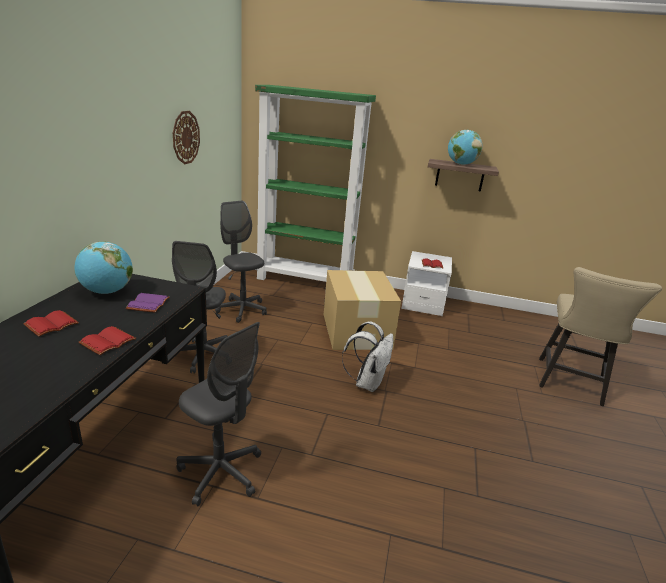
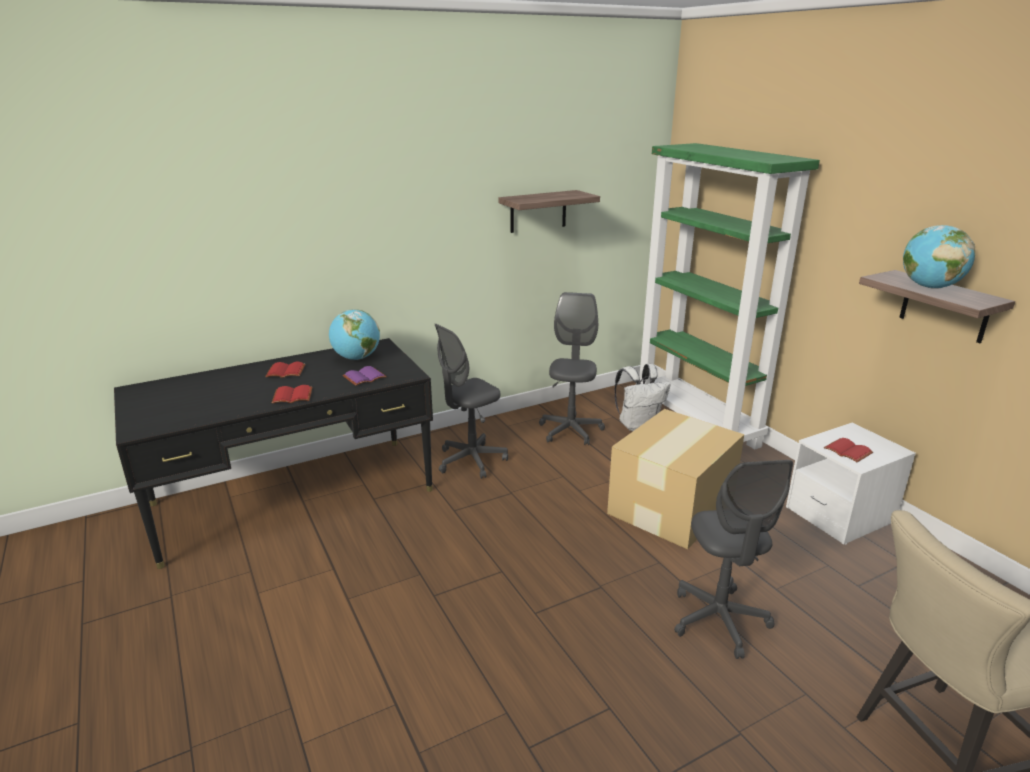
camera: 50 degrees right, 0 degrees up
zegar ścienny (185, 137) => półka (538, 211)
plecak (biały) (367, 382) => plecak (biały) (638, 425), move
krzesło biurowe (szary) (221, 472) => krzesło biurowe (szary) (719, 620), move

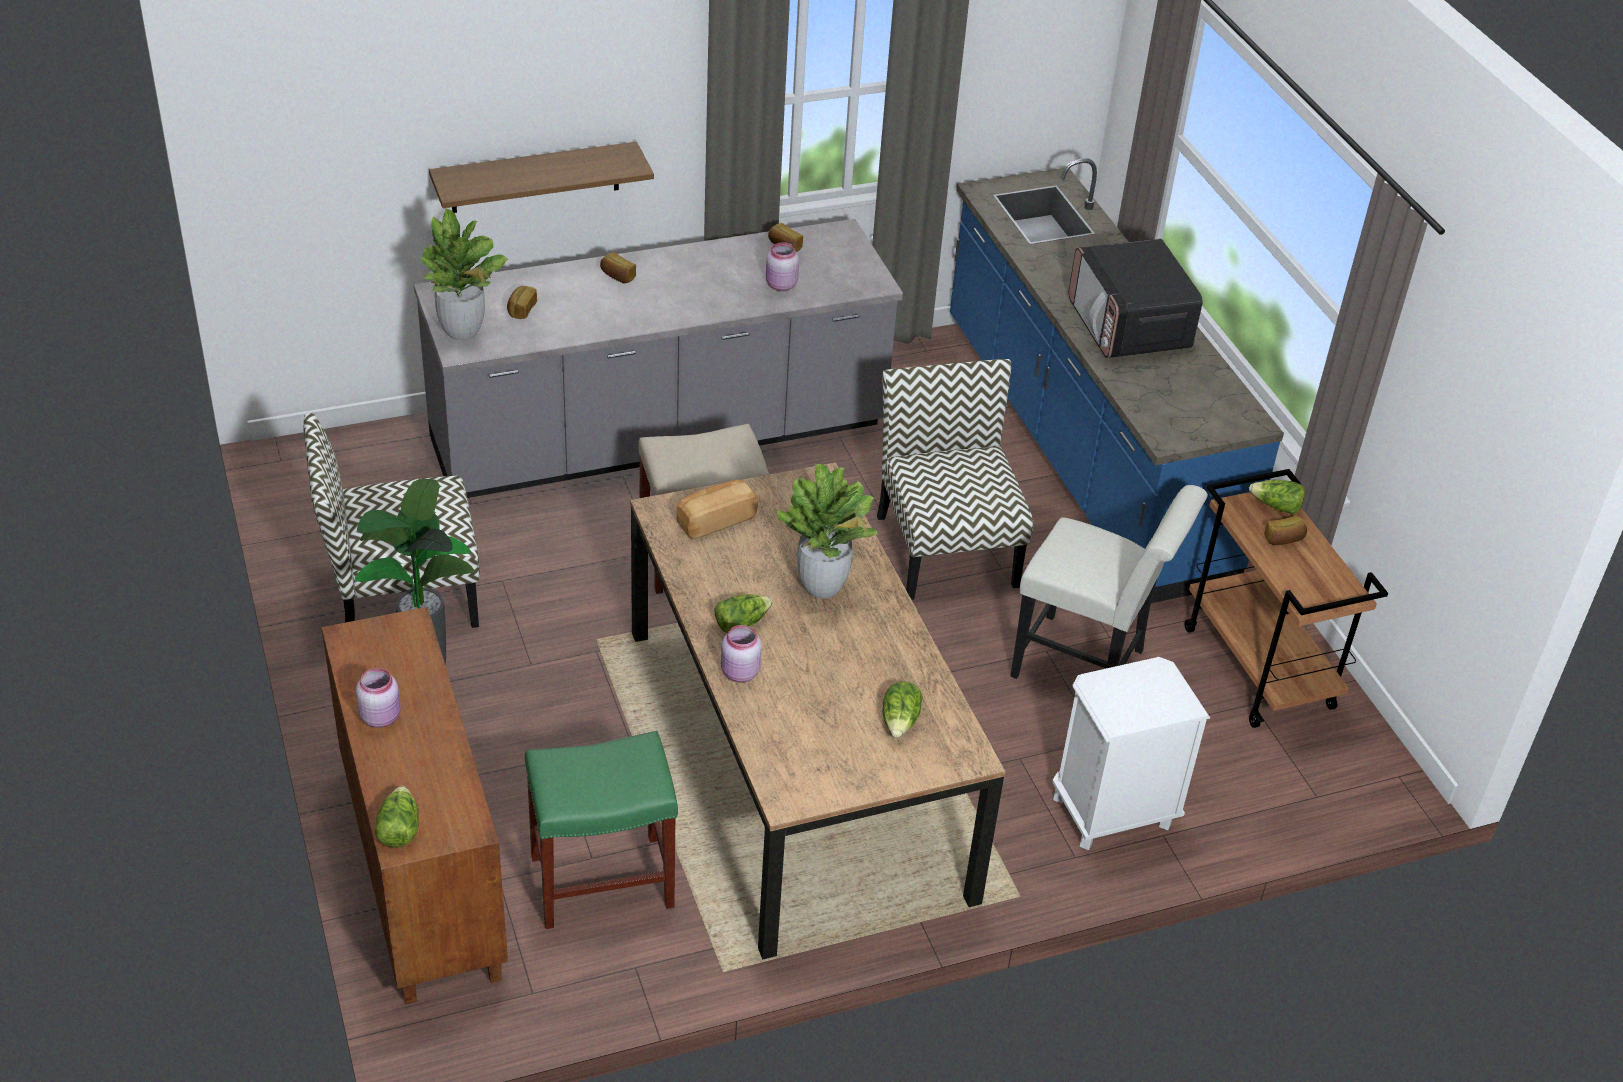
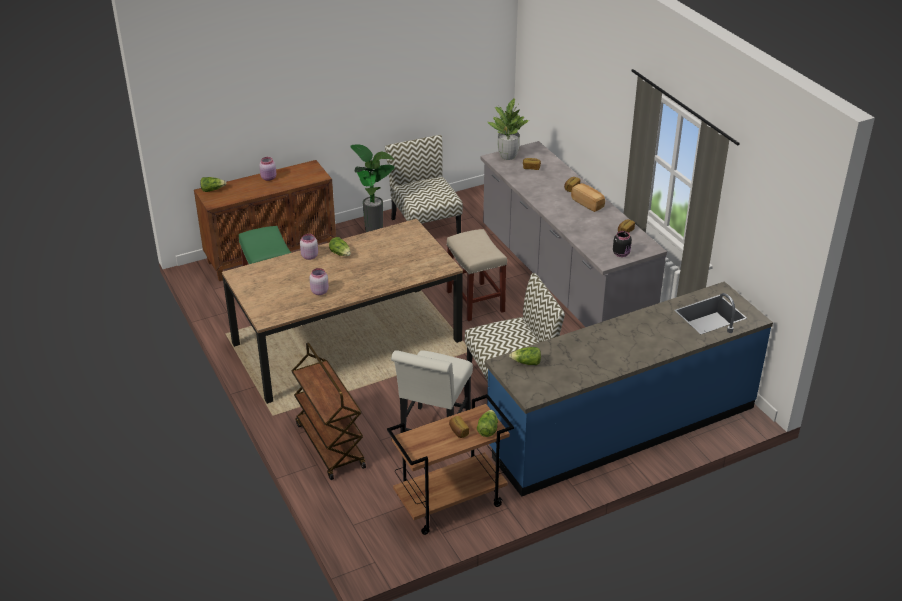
camera: 85 degrees right, 5 degrees down
półka (535, 177) => nothing
mikrofalówka (1128, 327) => nothing
słoik (różowy) (780, 285) => słoik (różowy) (319, 291), move
roślina doniczkowa (822, 587) => nothing
chleb (715, 520) => chleb (588, 203), move
szafka nocna (biały) (1112, 813) => wózek (brązowy) (329, 445)
sałata (900, 722) => sałata (526, 363), move
nothing => słoik (czarny) (621, 254)

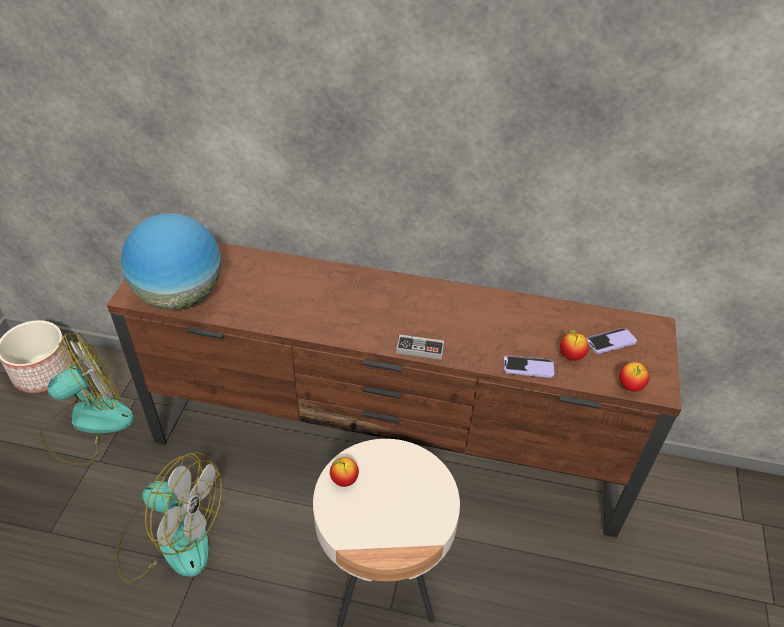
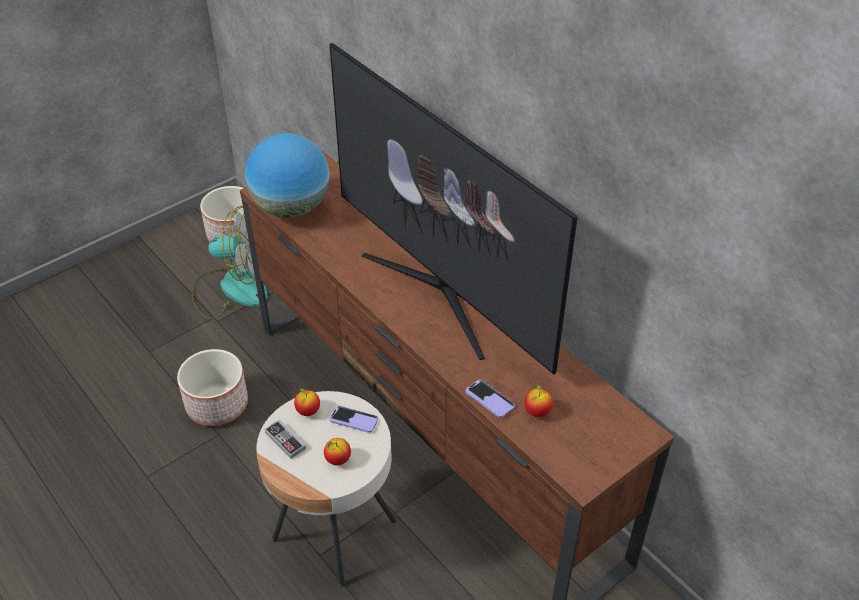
camera: 40 degrees right, 0 degrees up
telefon (610, 342) => telefon (354, 420), move
pad do gier (420, 349) => pad do gier (285, 440), move
jabłko (630, 386) => jabłko (338, 460), move
wentylator (170, 538) => donica (218, 403)
nothing => telewizor (442, 290)

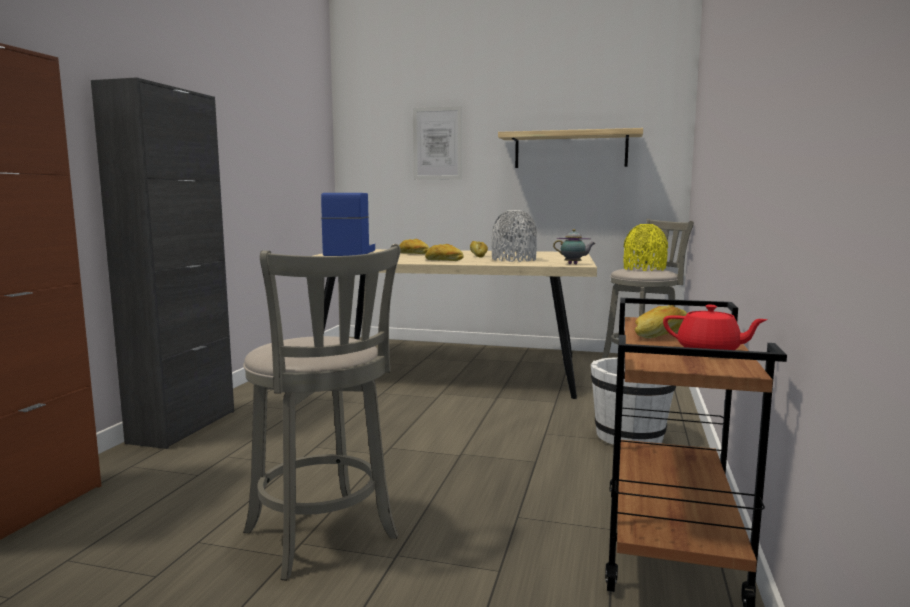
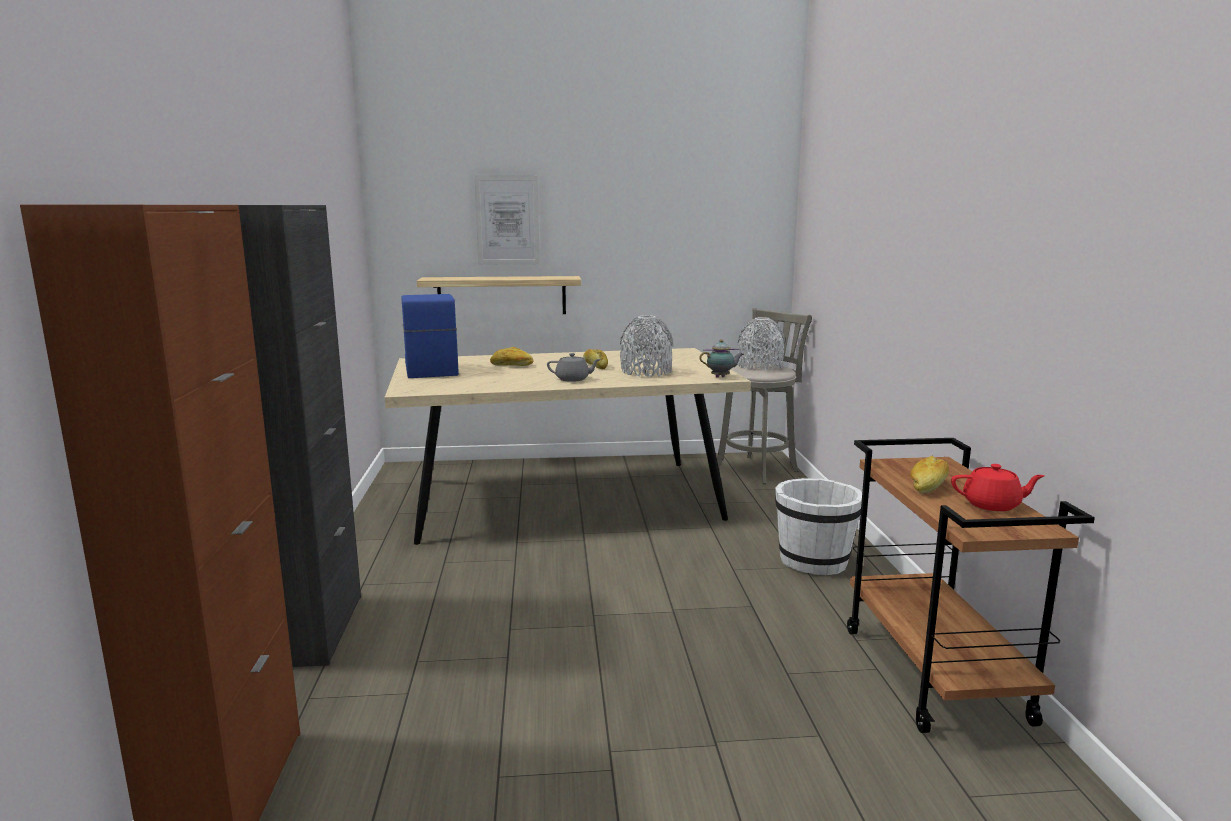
camera: 20 degrees left, 5 degrees up
półka (570, 150) => półka (502, 295), move
wazon (żółty) (644, 269) => wazon (szary) (760, 366)
stołek (szary) (324, 538) => nothing
chleb (444, 260) => imbryk (szary) (573, 379)

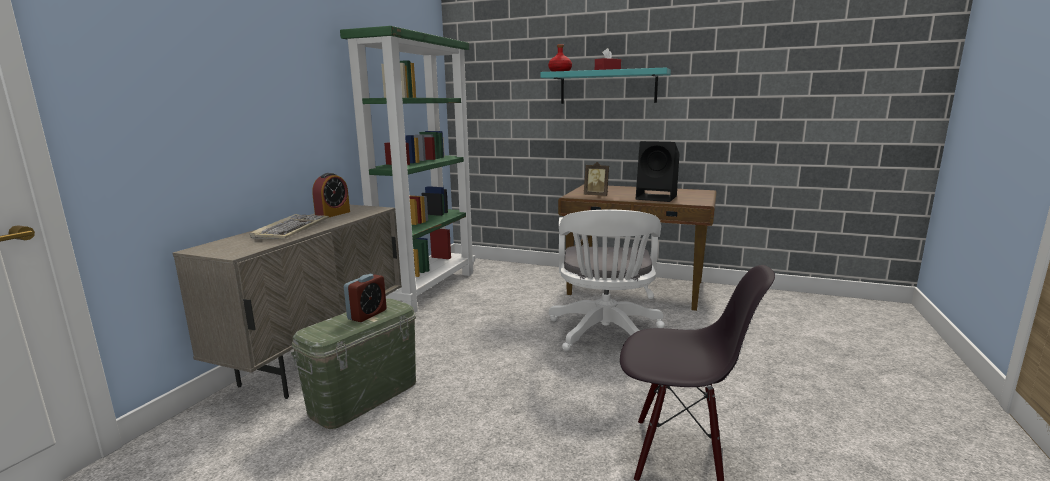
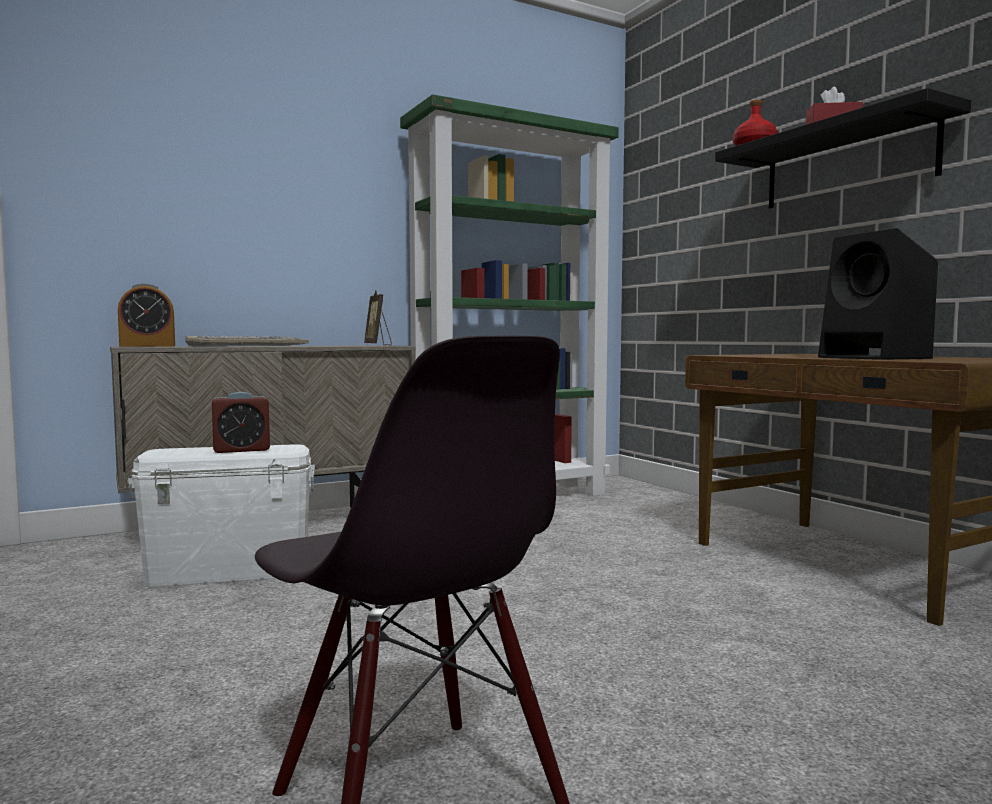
camera: 40 degrees right, 10 degrees down
półka (turkusowy) (608, 87) => półka (czarny) (847, 163)
ramka na zdjęcie (596, 195) => ramka na zdjęcie (378, 345), move
budzik (333, 214) => budzik (147, 346), move
krzesło biurowe (biały) (605, 335) => nothing
pojemnik do przechowywania (zielony) (364, 397) => pojemnik do przechowywania (biały) (230, 570)

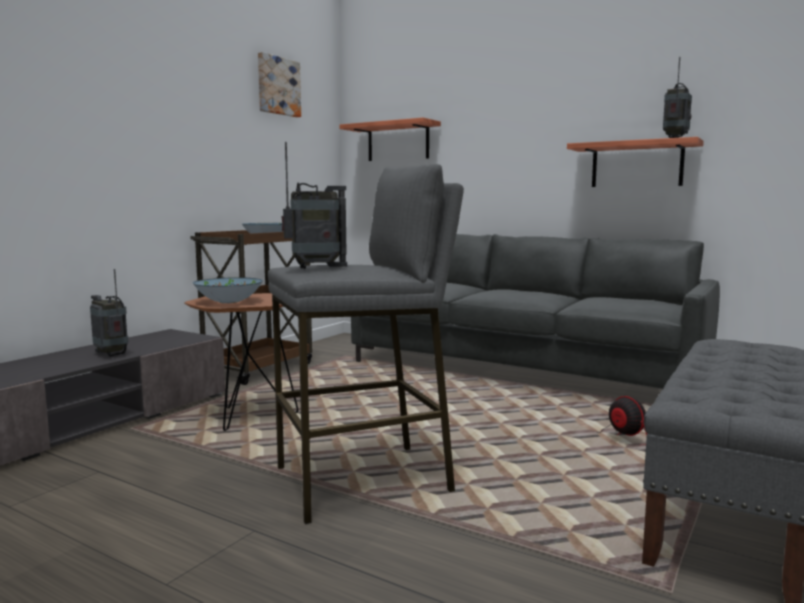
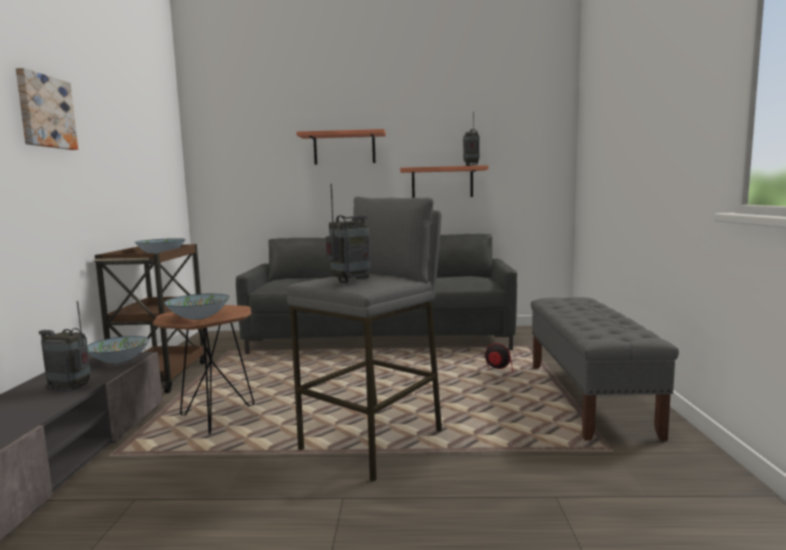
camera: 30 degrees left, 0 degrees up
obraz (277, 86) => obraz (44, 112), move
półka (398, 142) => półka (344, 148), move
nothing => miska (119, 360)

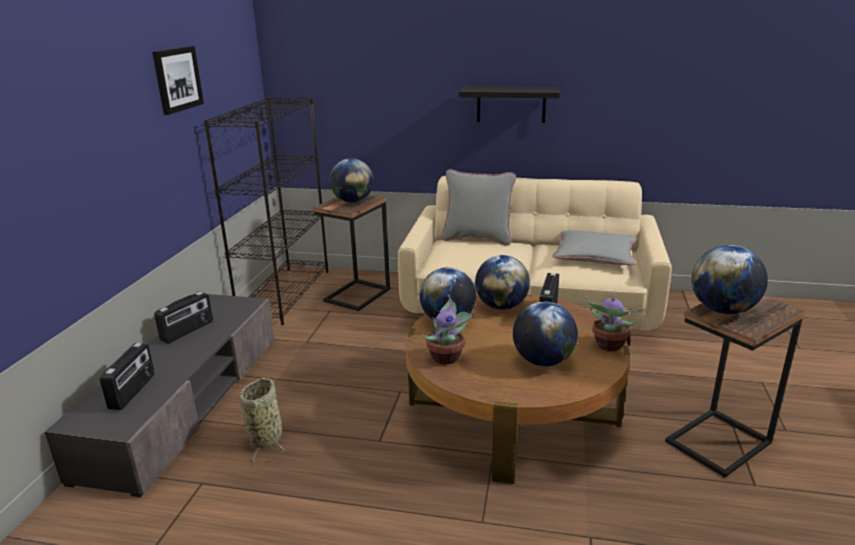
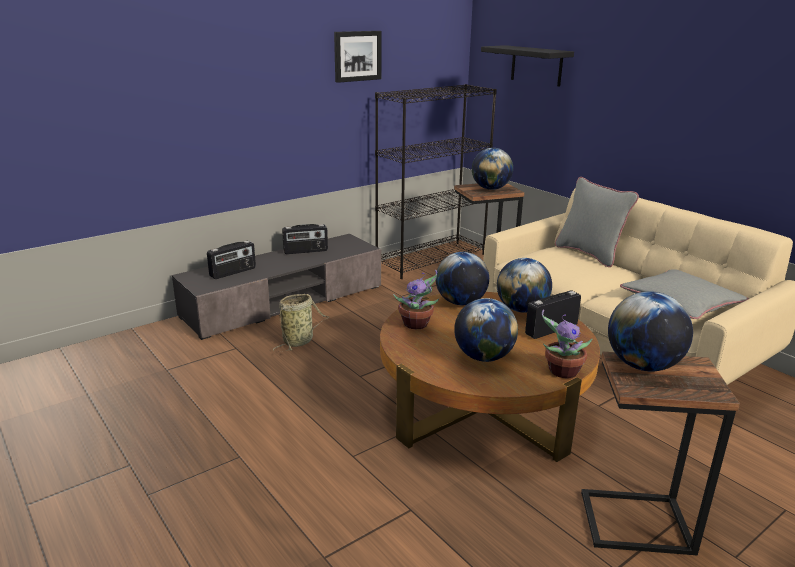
camera: 40 degrees right, 0 degrees up
półka (czarny) (511, 104) => półka (czarny) (536, 65), move

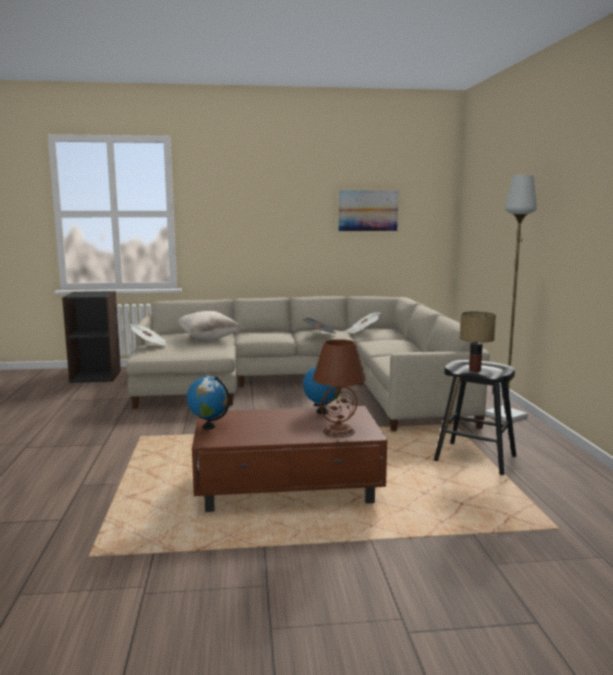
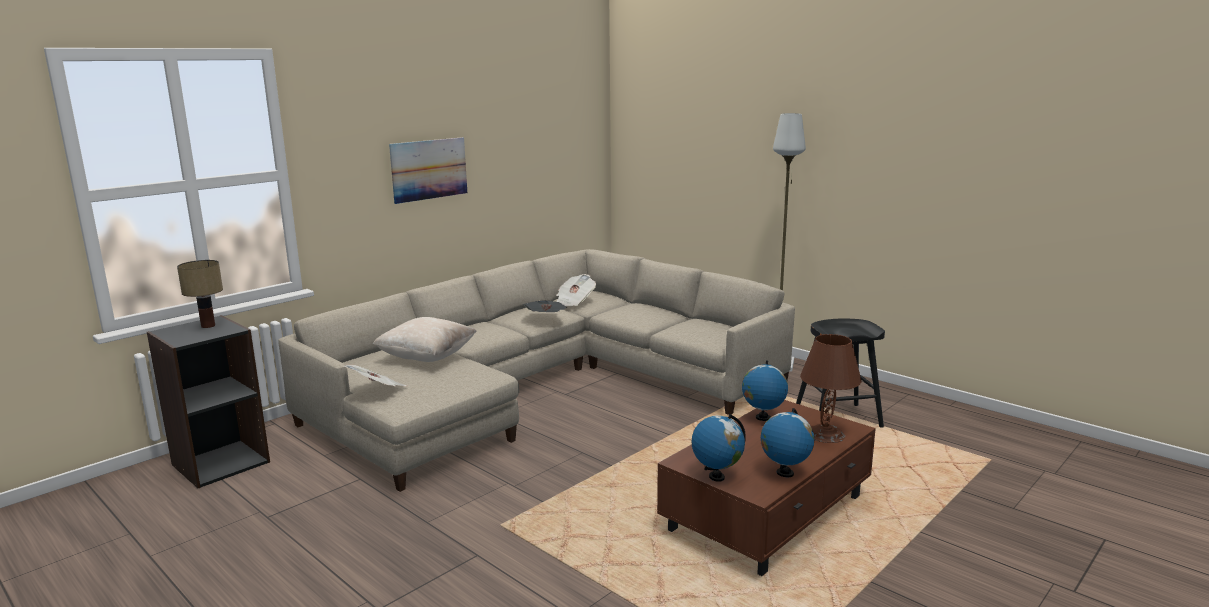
camera: 40 degrees left, 5 degrees up
obraz (368, 210) => obraz (429, 169), move
lampa stołowa (475, 370) => lampa stołowa (208, 325), move
nothing => globus (784, 473)

